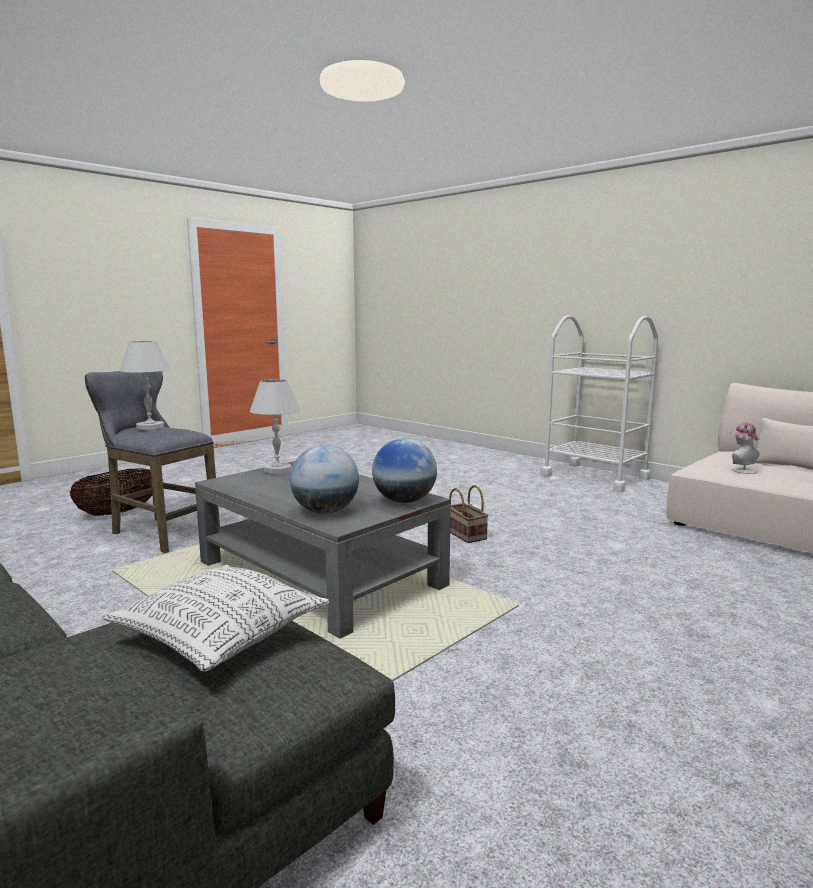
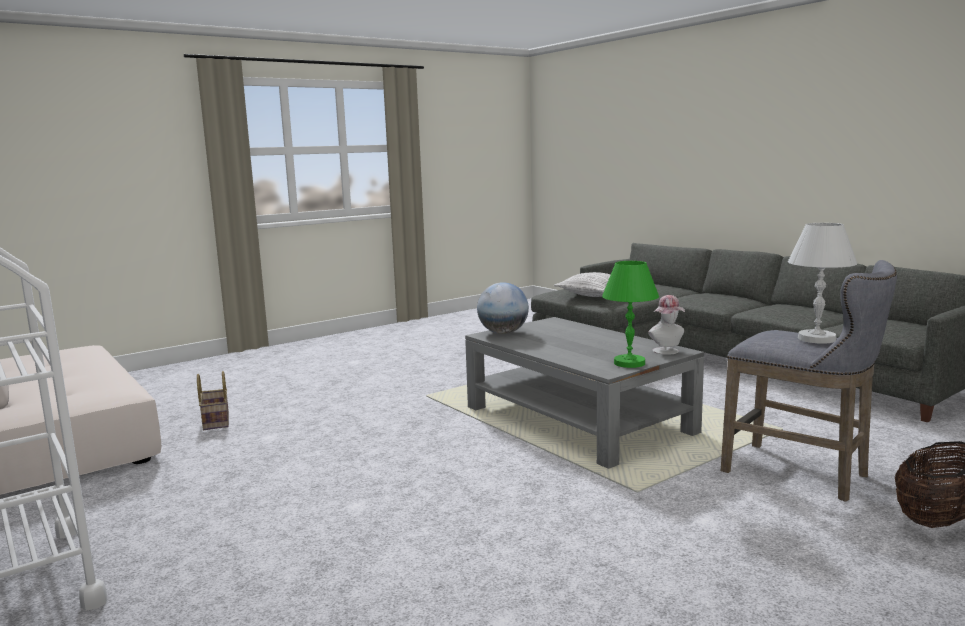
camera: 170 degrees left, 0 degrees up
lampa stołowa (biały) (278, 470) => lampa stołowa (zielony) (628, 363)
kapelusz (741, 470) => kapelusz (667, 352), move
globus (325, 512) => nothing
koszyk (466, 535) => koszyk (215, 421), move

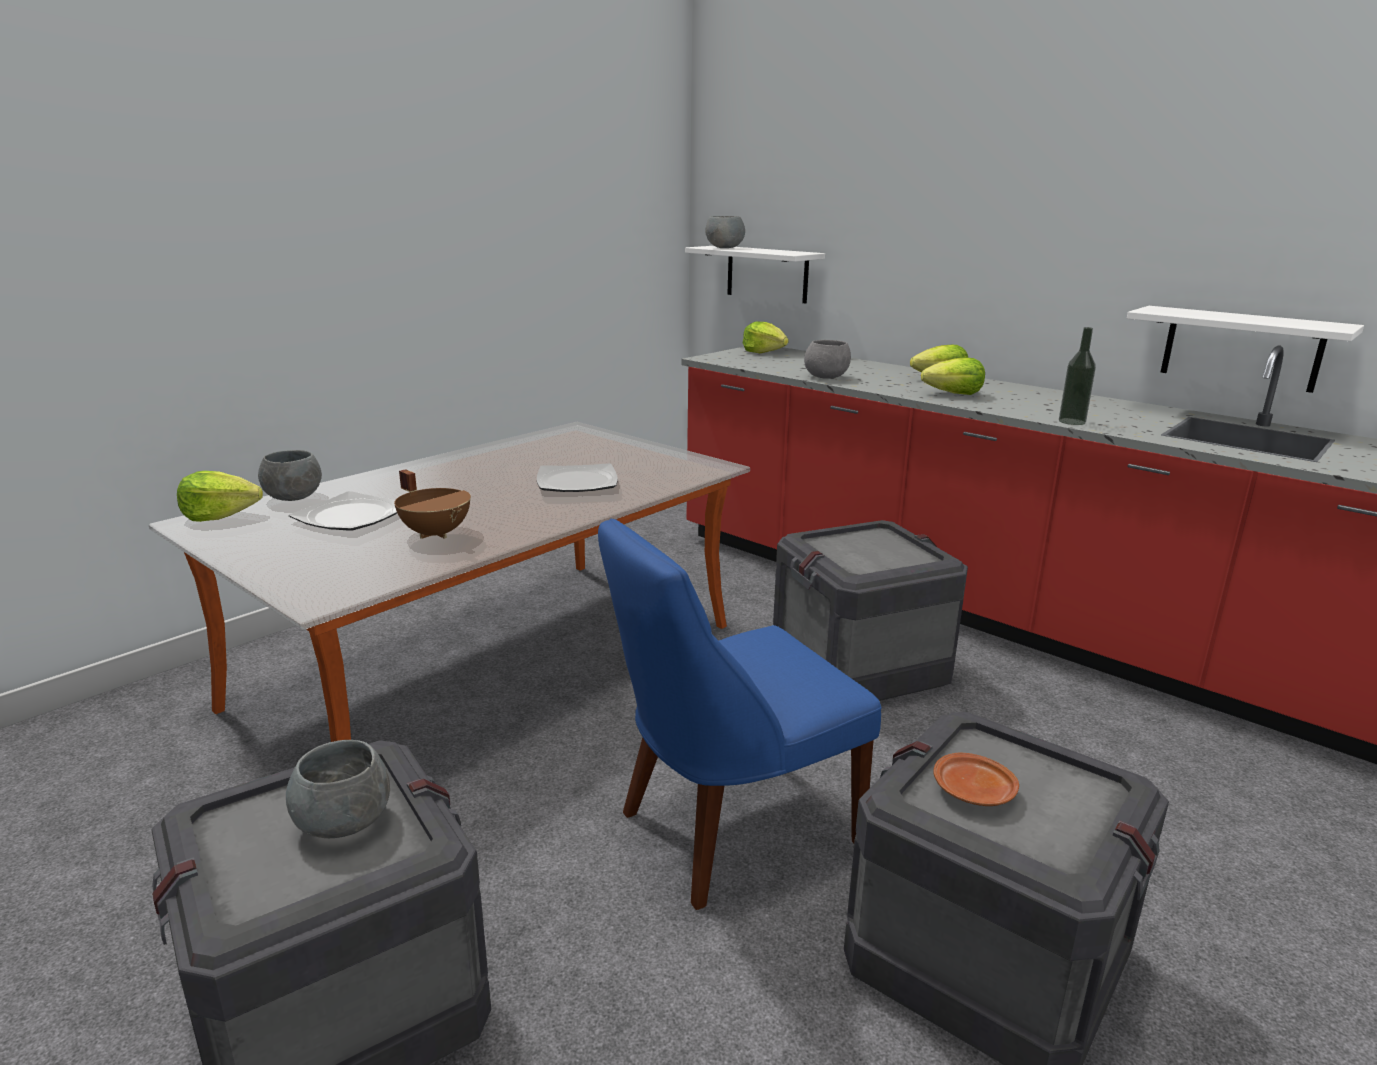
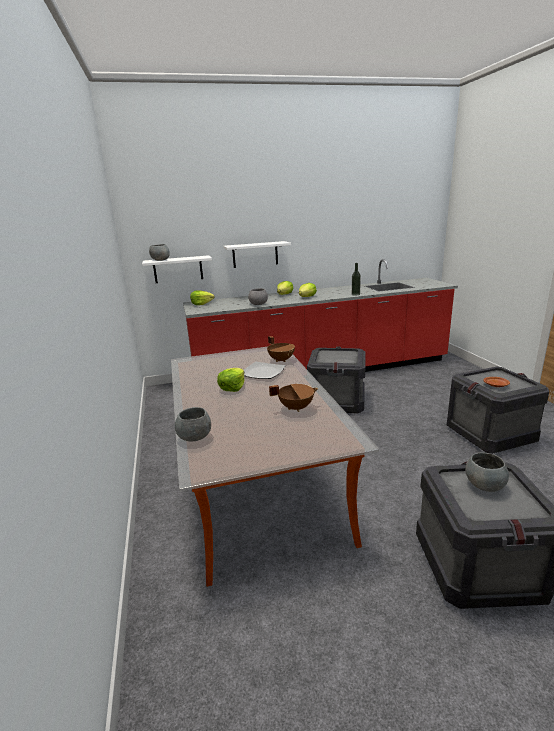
camera: 55 degrees left, 0 degrees up
półka (biały) (1241, 348) => półka (biały) (255, 254), move
sałata (220, 515) => sałata (232, 388), move
talerz (351, 516) => nothing
krzesło (niebieski) (729, 830) => nothing
nothing => garnek (brązowy) (281, 360)

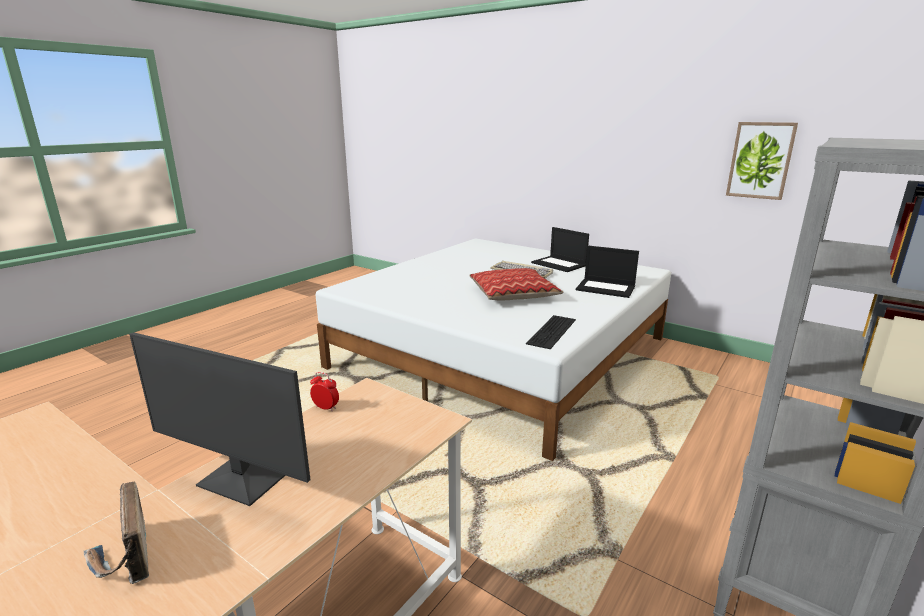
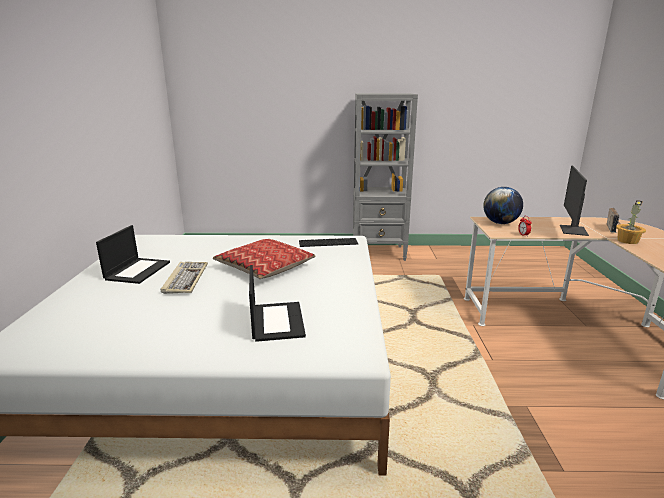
camera: 125 degrees left, 0 degrees up
obraz (760, 160) => nothing
laptop (606, 288) => laptop (276, 321), move
monitor (242, 480) => monitor (572, 230), 150 degrees counterclockwise
nothing => globus (500, 223)
nothing => roślina doniczkowa (627, 241)

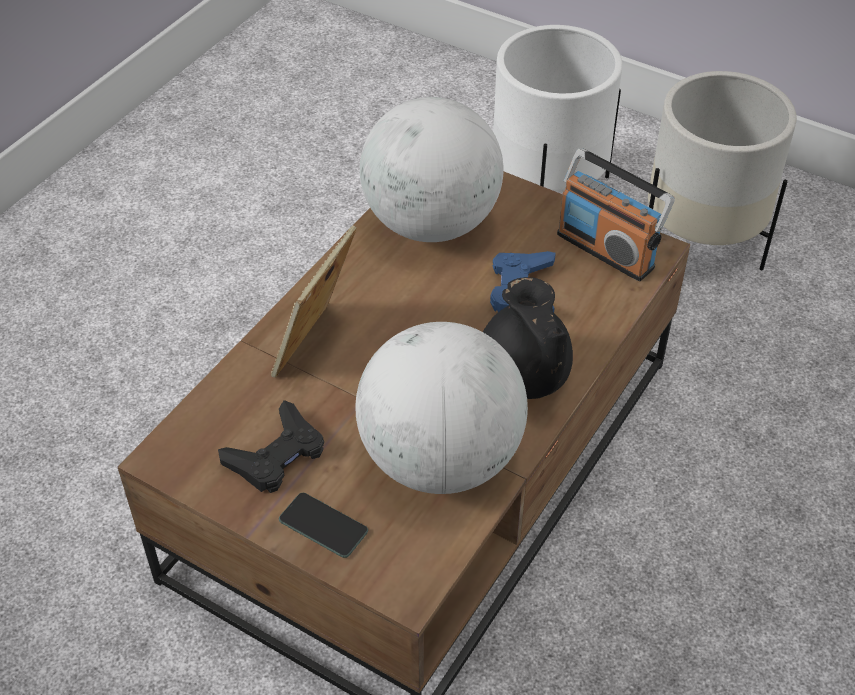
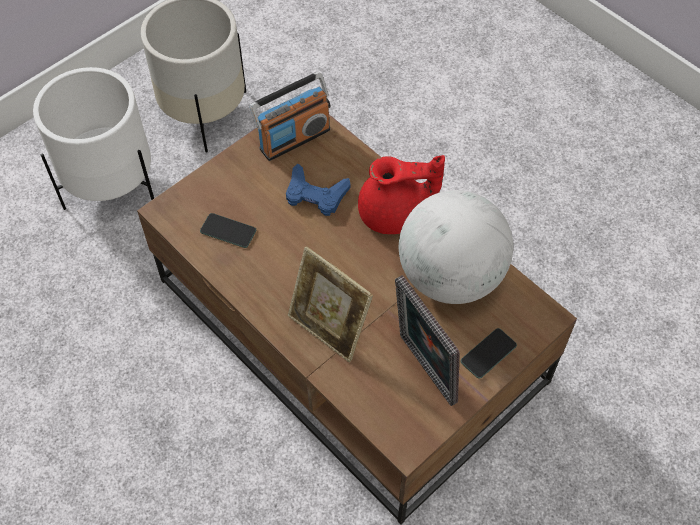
camera: 75 degrees left, 10 degrees up
globus (431, 223) => telefon (228, 231)
imbryk (czarny) (524, 377) => imbryk (czerwony) (394, 214)
pad do gier (czarny) (276, 455) => ramka na zdjęcie (423, 371)

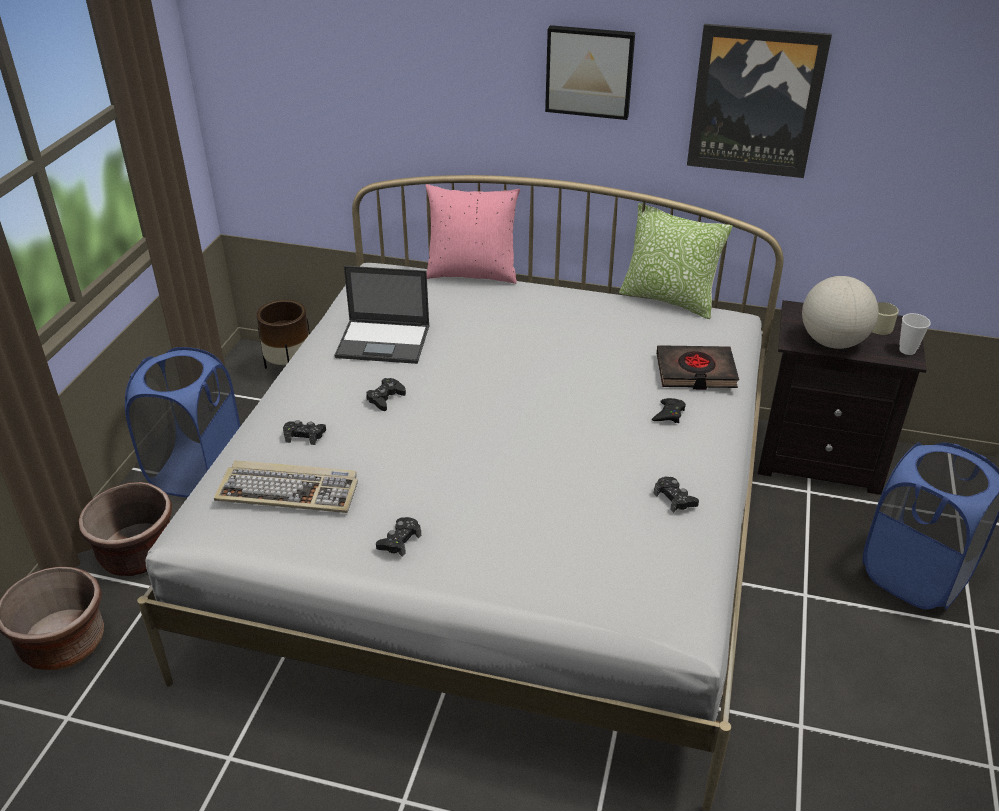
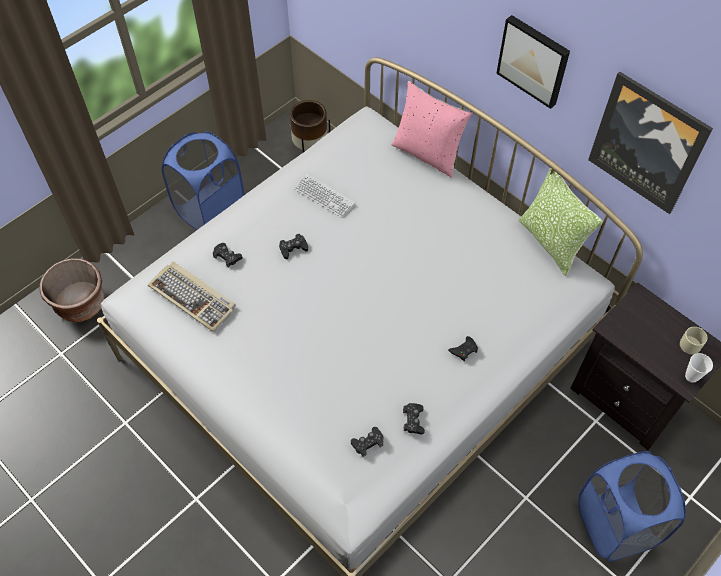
camera: 30 degrees right, 20 degrees up
laptop (384, 342) => klawiatura (324, 196)
globus (832, 342) => nothing
książka (czarny) (695, 372) => nothing
donica (brązowy) (138, 554) => nothing
pad do gier (czarny) (399, 540) => pad do gier (czarny) (367, 443), move

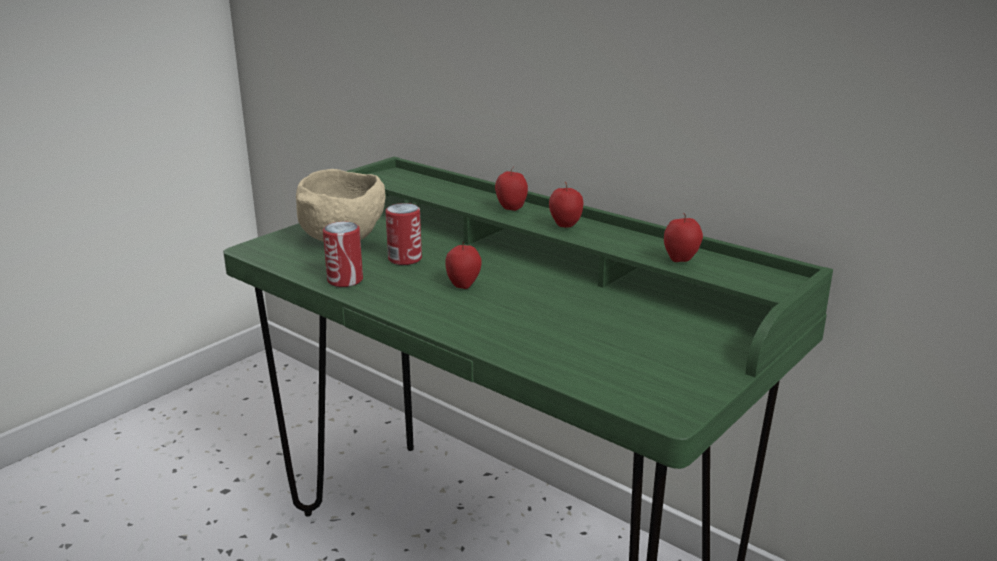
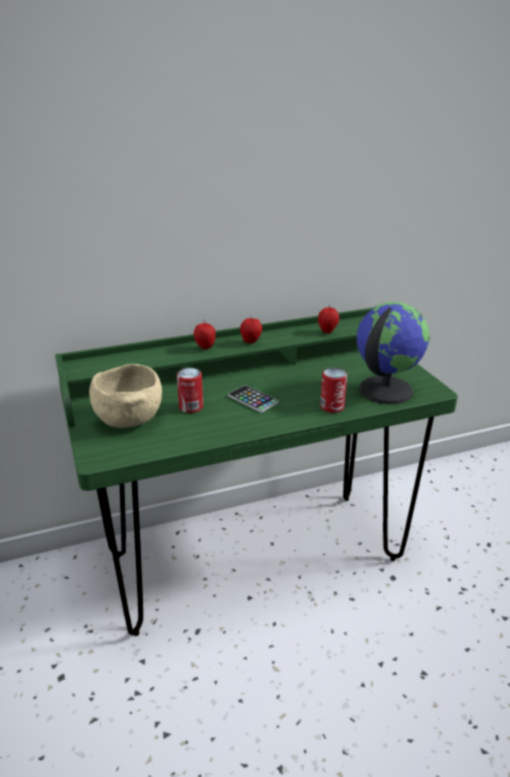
camera: 60 degrees left, 5 degrees up
puszka (345, 280) => puszka (332, 407), move
jabłko (463, 285) => telefon (252, 399)
nothing => globus (384, 390)

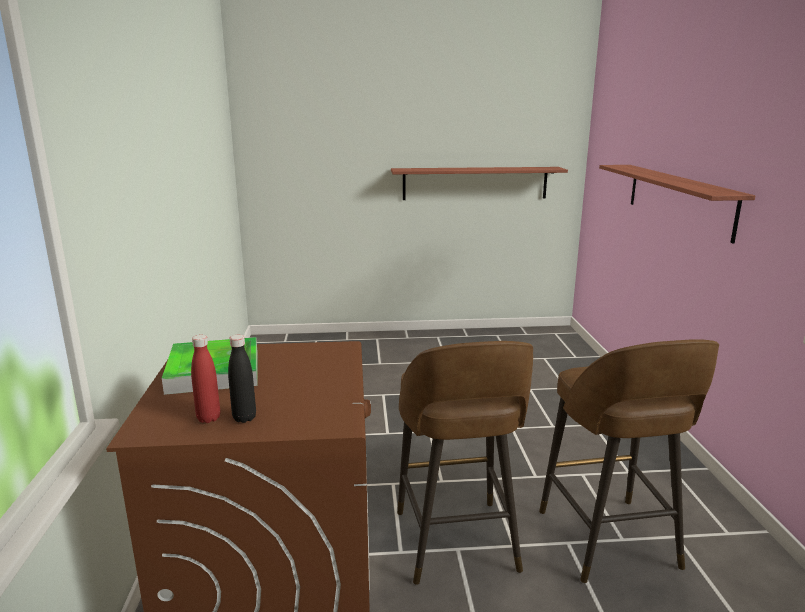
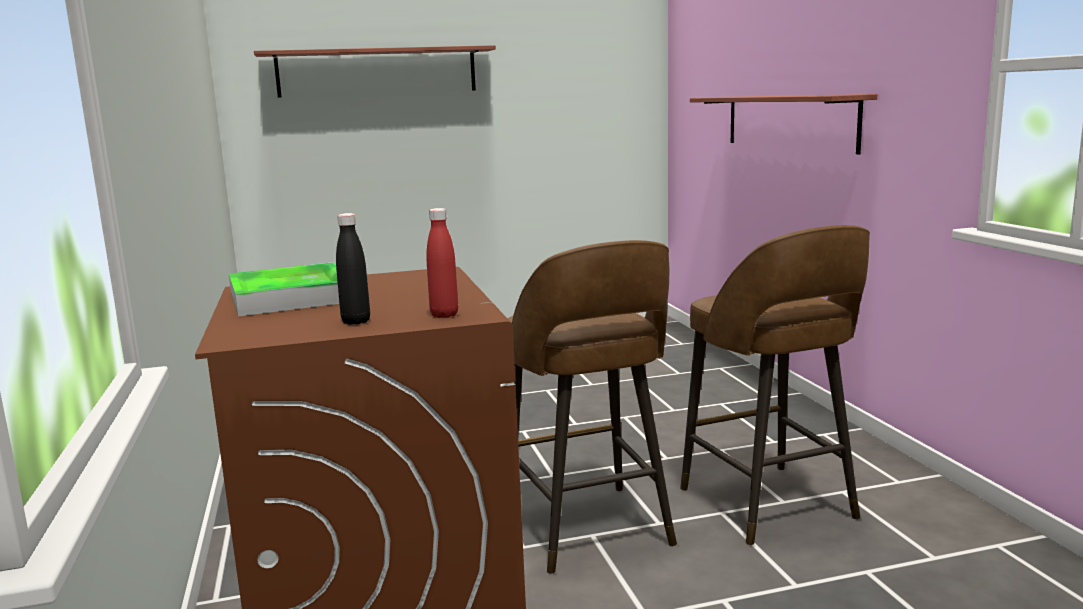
camera: 10 degrees left, 5 degrees down
półka (475, 183) => półka (377, 72), move
butelka (czerwony) (208, 418) => butelka (czerwony) (444, 315), move

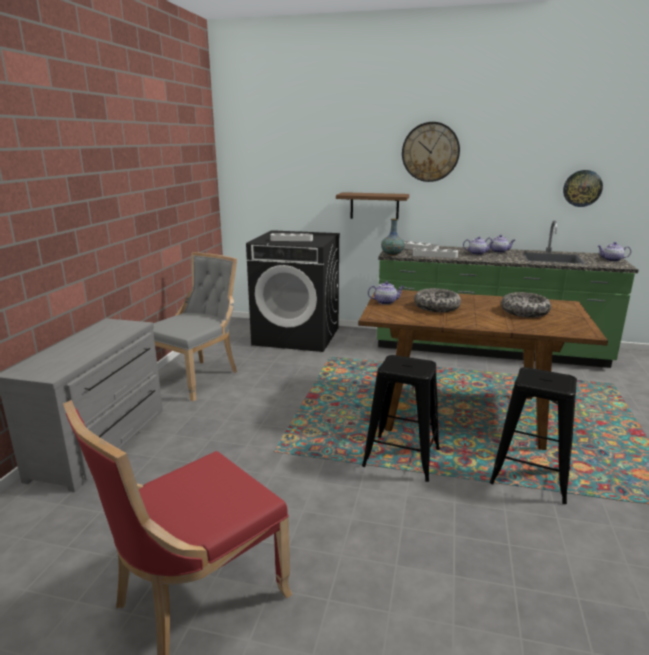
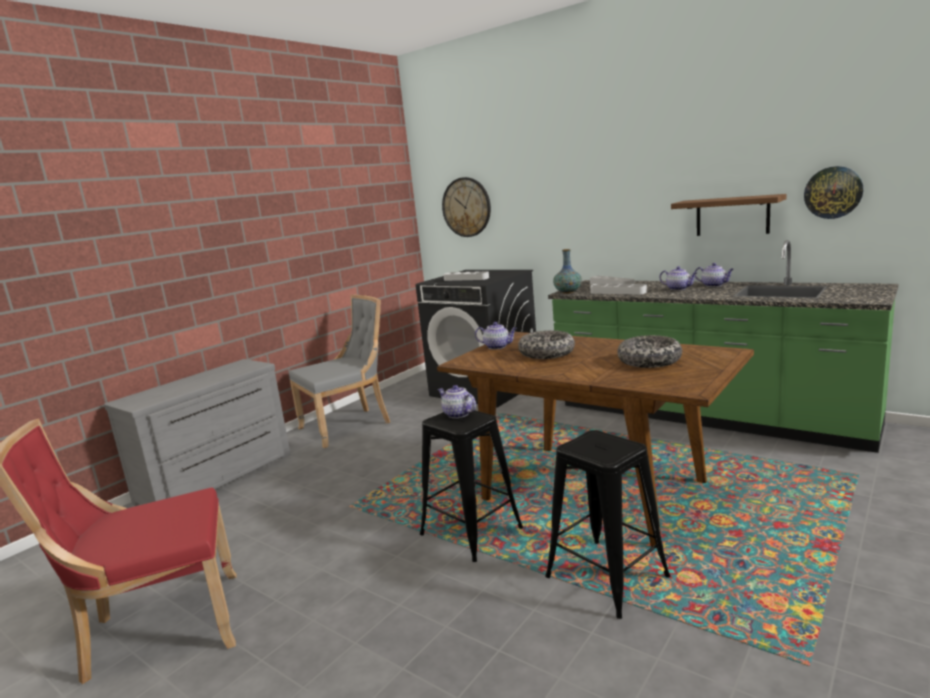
camera: 25 degrees right, 5 degrees down
zegar ścienny (430, 152) => zegar ścienny (466, 207), move
półka (374, 206) => półka (732, 216), move
imbryk (611, 260) => imbryk (457, 414), move

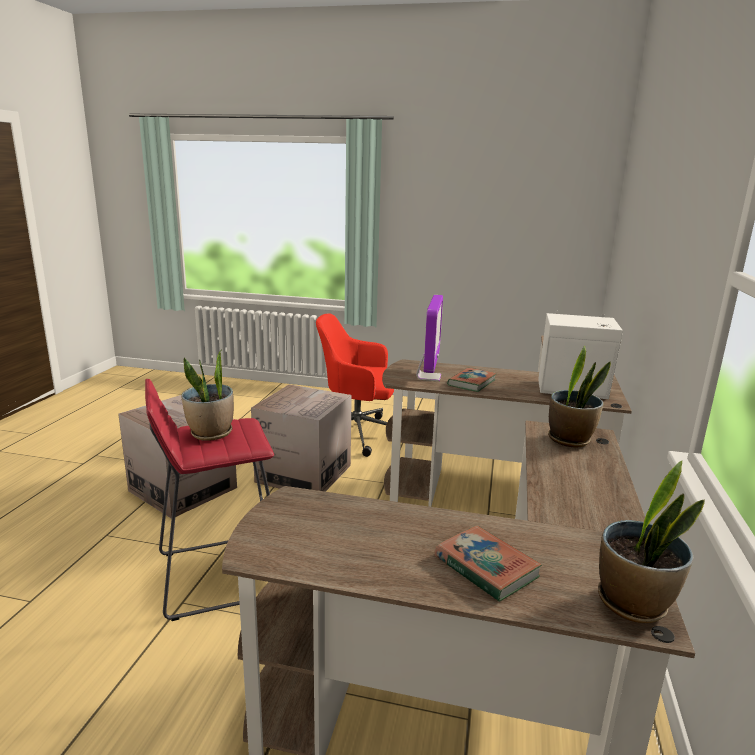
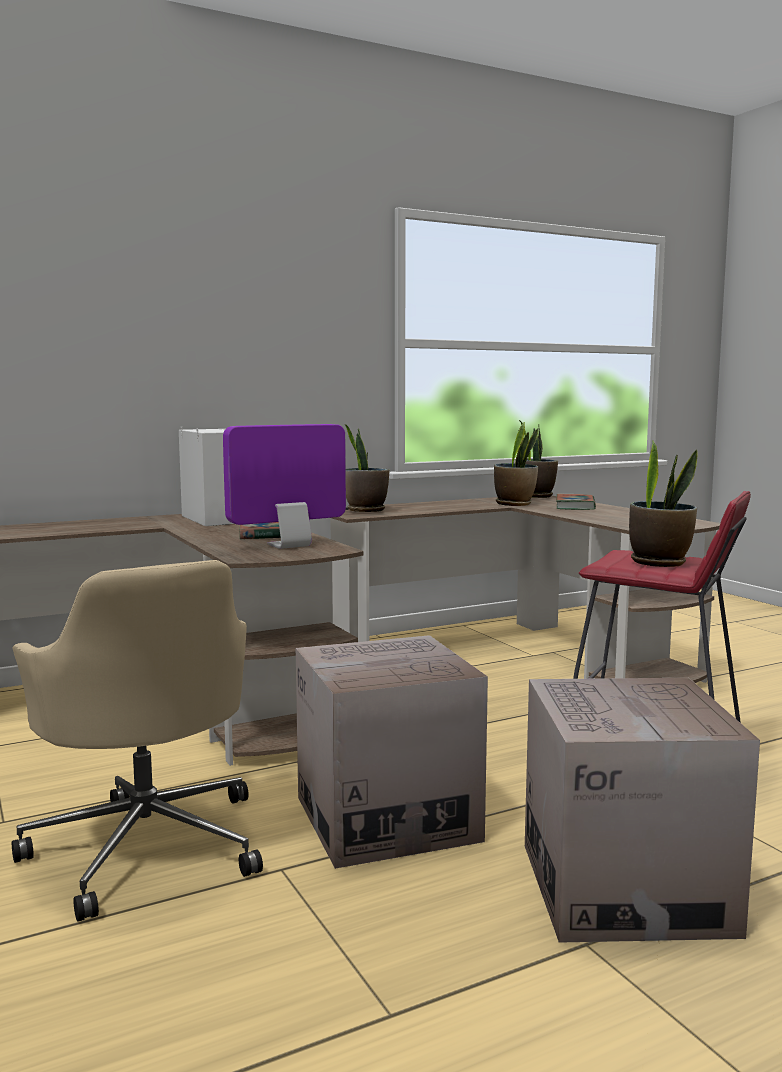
camera: 130 degrees left, 10 degrees down
krzesło biurowe (czerwony) (358, 434) => krzesło biurowe (beżowy) (148, 845)
nothing => roślina doniczkowa (514, 504)

